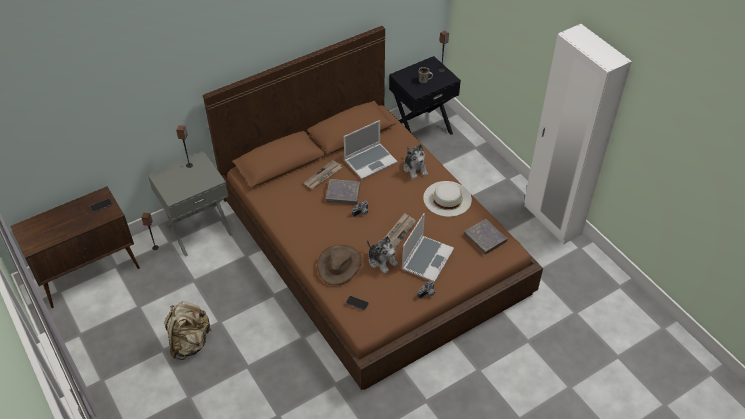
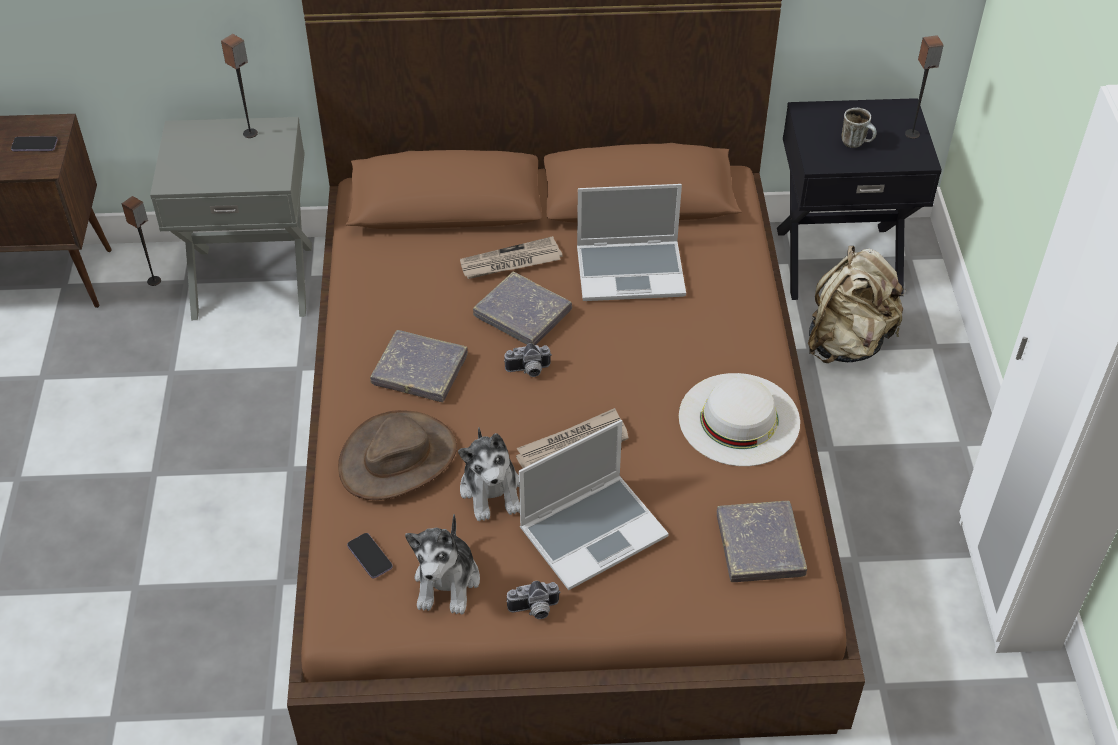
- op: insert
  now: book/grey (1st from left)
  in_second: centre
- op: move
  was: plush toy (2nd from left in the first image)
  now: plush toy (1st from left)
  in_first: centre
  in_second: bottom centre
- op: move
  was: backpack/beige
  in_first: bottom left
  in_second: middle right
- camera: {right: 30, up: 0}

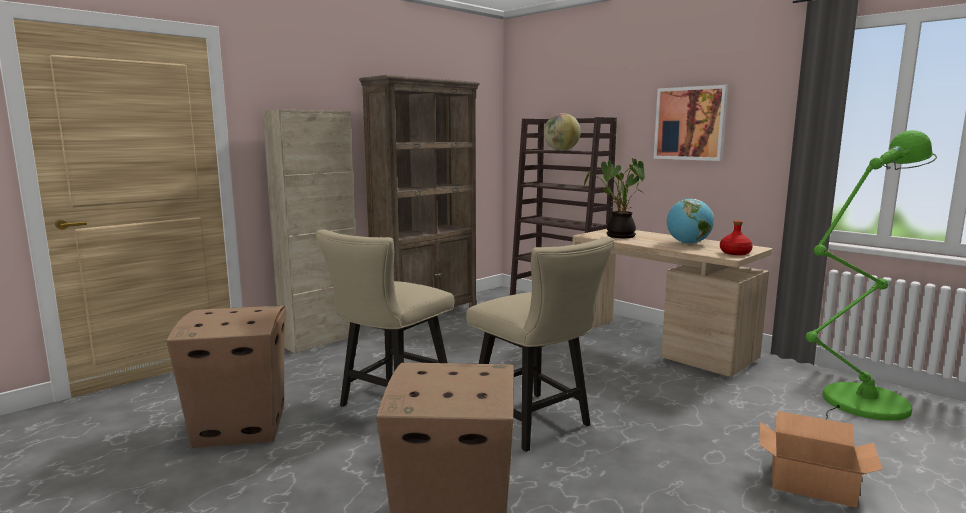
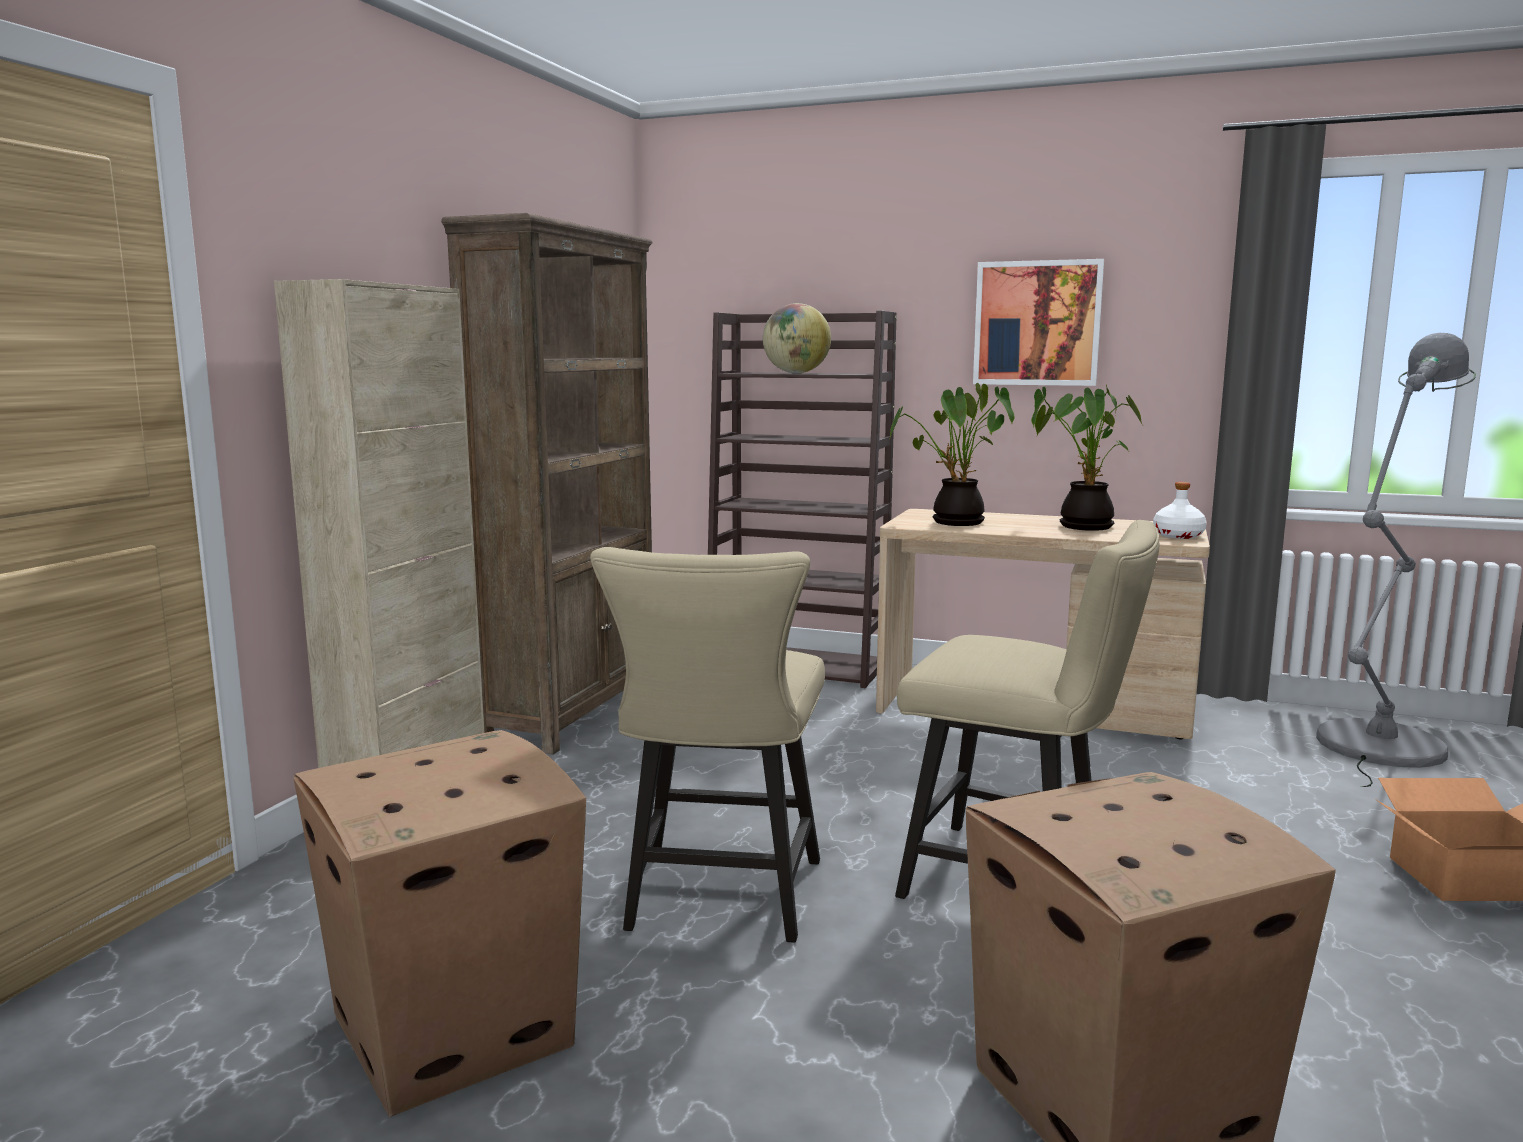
- op: replace
  was: globe (2nd from left)
  now: potted plant (2nd from left)
  in_first: middle right
  in_second: middle right
- op: recolor
  was: bottle/red
  now: bottle/white
  in_first: middle right
  in_second: middle right
- op: recolor
  was: floor lamp/green
  now: floor lamp/grey
  in_first: middle right
  in_second: middle right
- camera: {right: -25, up: 0}

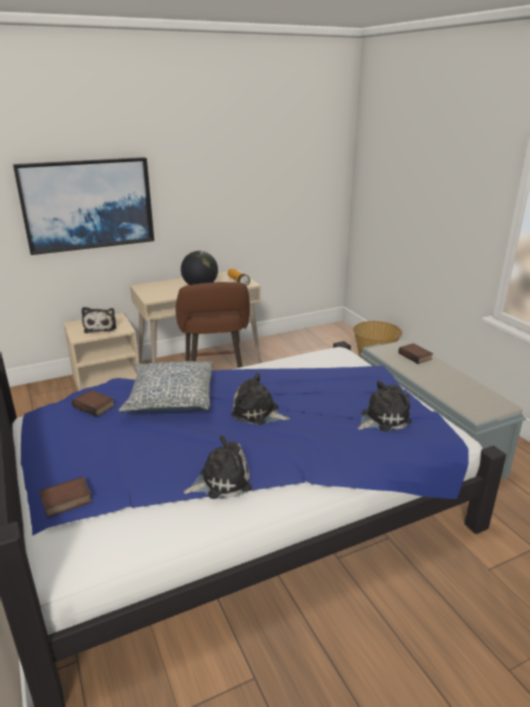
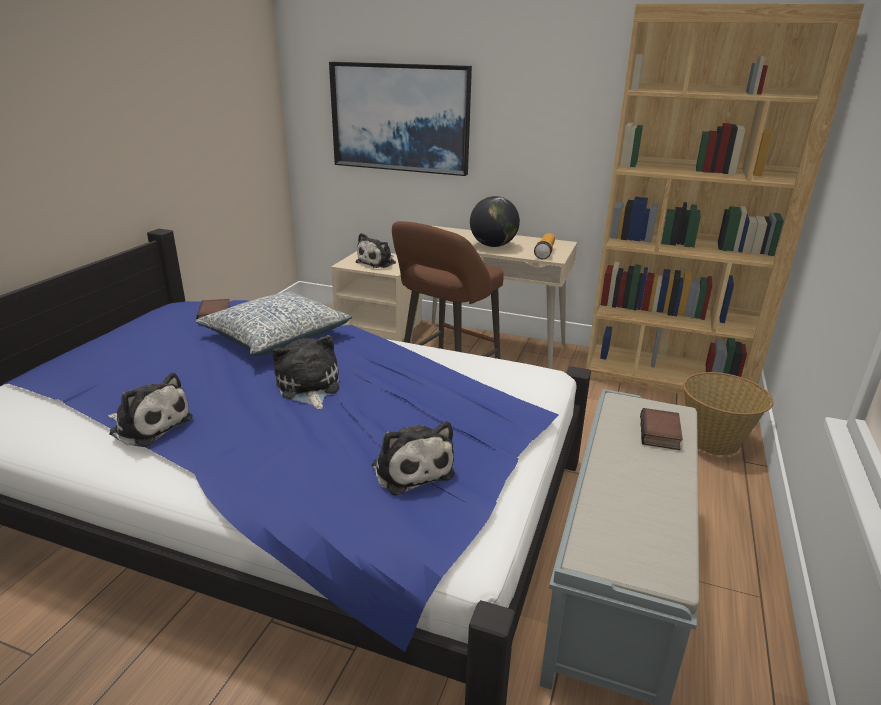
- op: rotate
  was: plush toy (4th from left)
  in_first: middle right
  in_second: centre
  clockwise: 45
- op: insert
  now: bookcase/brown
  in_second: top right
- op: delete
  was: book (1st from left)
  in_first: bottom left
- camera: {right: 45, up: 0}

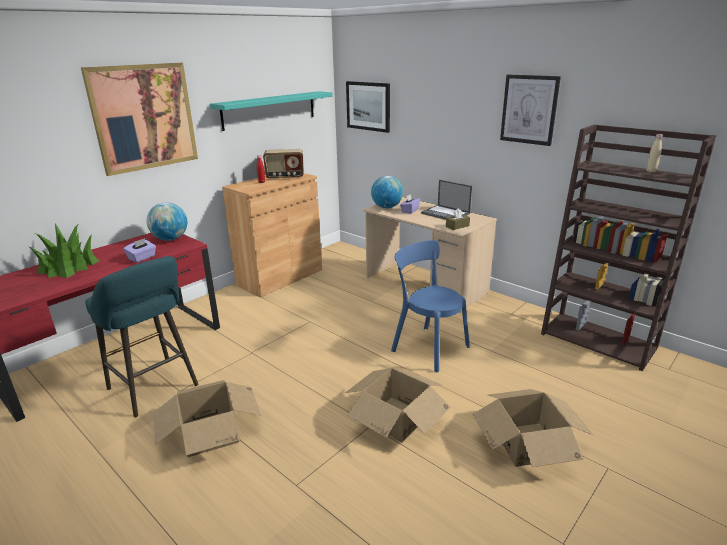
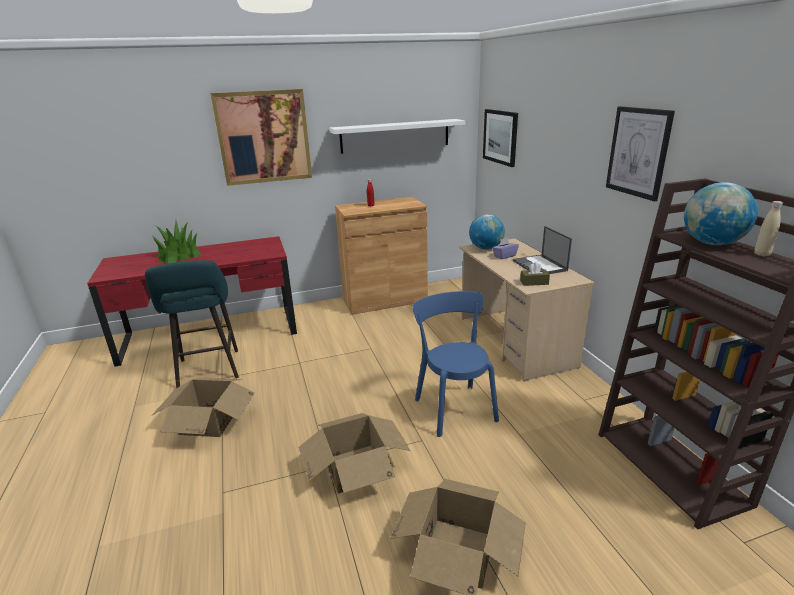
- op: recolor
  was: shelf/turquoise
  now: shelf/white
  in_first: top centre
  in_second: top centre
- op: move
  was: globe (1st from left in the first image)
  now: globe (2nd from left)
  in_first: middle left
  in_second: middle right
- op: delete
  was: tissue box/purple (1st from left)
  in_first: middle left
- op: delete
  was: radio
  in_first: top centre
- camera: {right: 30, up: 0}

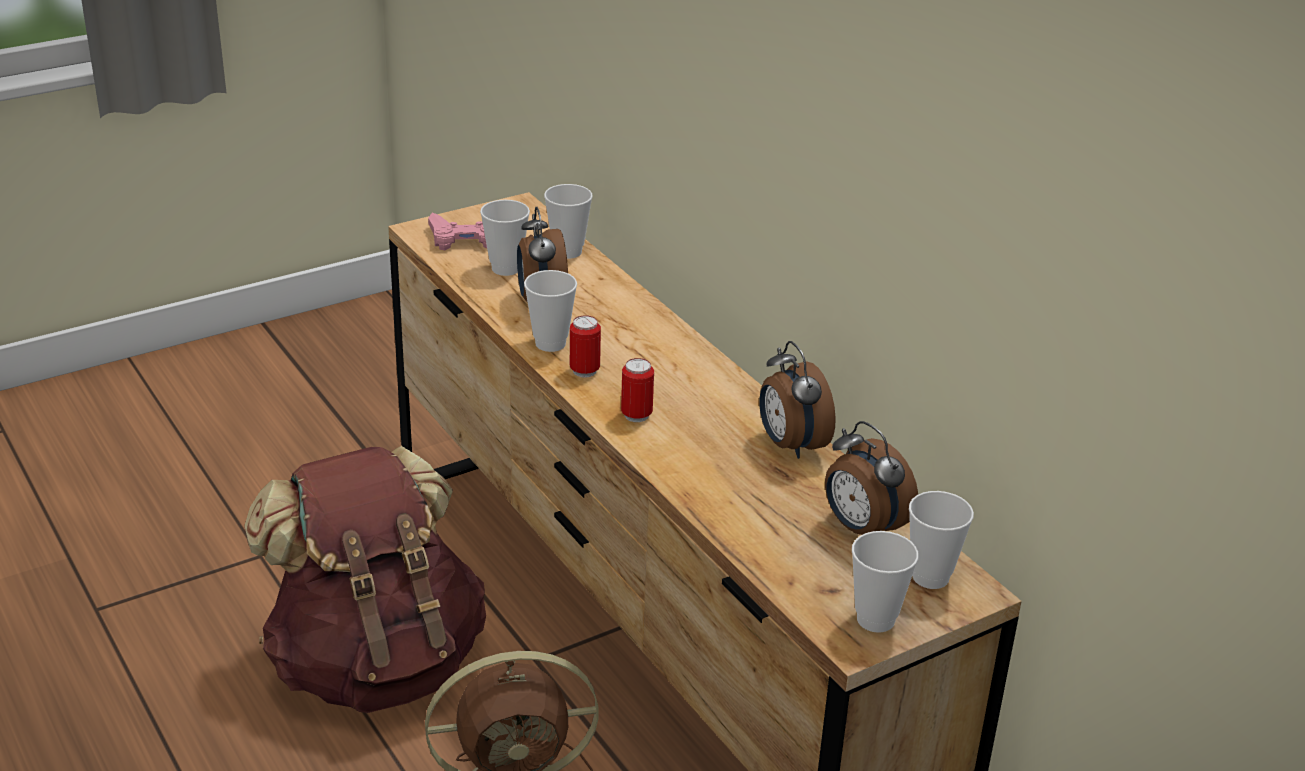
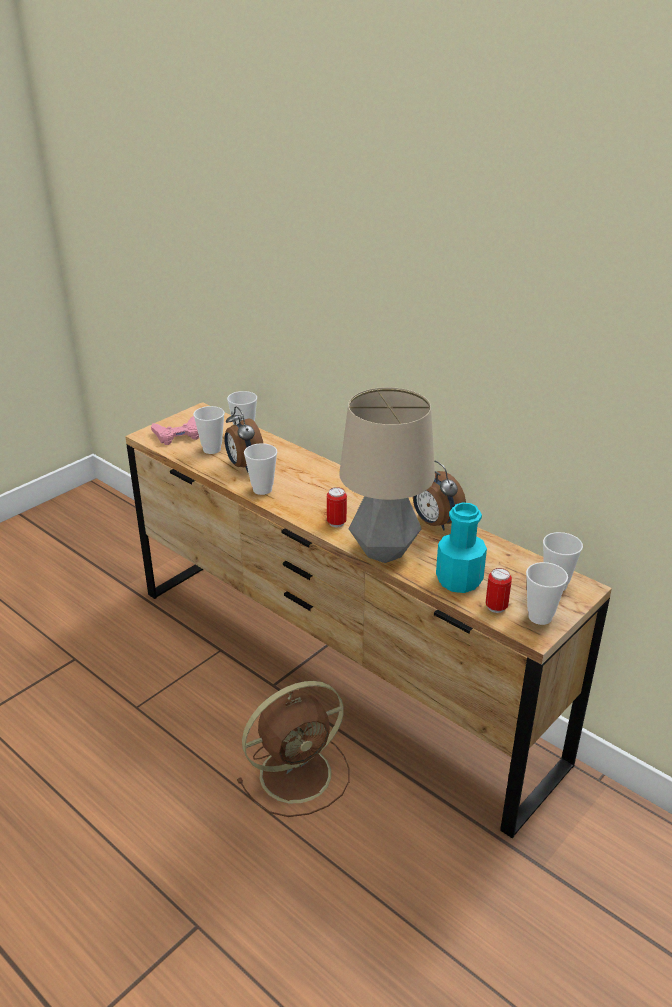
- op: insert
  now: table lamp
  in_second: centre
- op: insert
  now: bottle/turquoise
  in_second: middle right
- op: move
  was: can (1st from left in the first image)
  now: can (2nd from left)
  in_first: centre
  in_second: middle right
- op: delete
  was: backpack/brown
  in_first: bottom left
- op: delete
  was: alarm clock (3rd from left)
  in_first: middle right
- camera: {right: -15, up: 0}

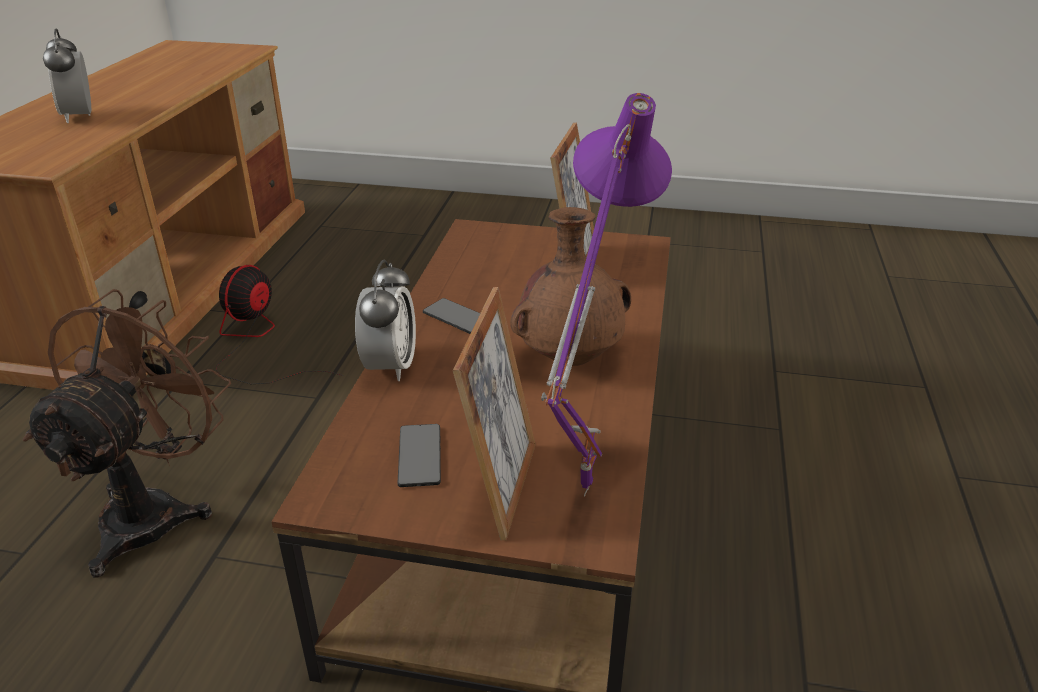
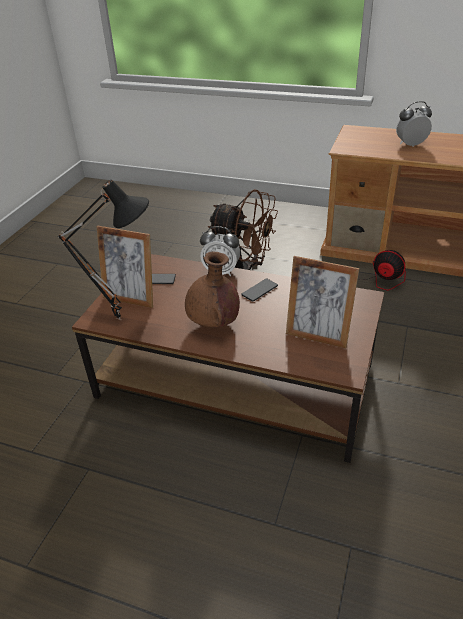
- op: recolor
  was: table lamp/purple
  now: table lamp/black
  in_first: centre
  in_second: middle left
- camera: {right: 100, up: 5}

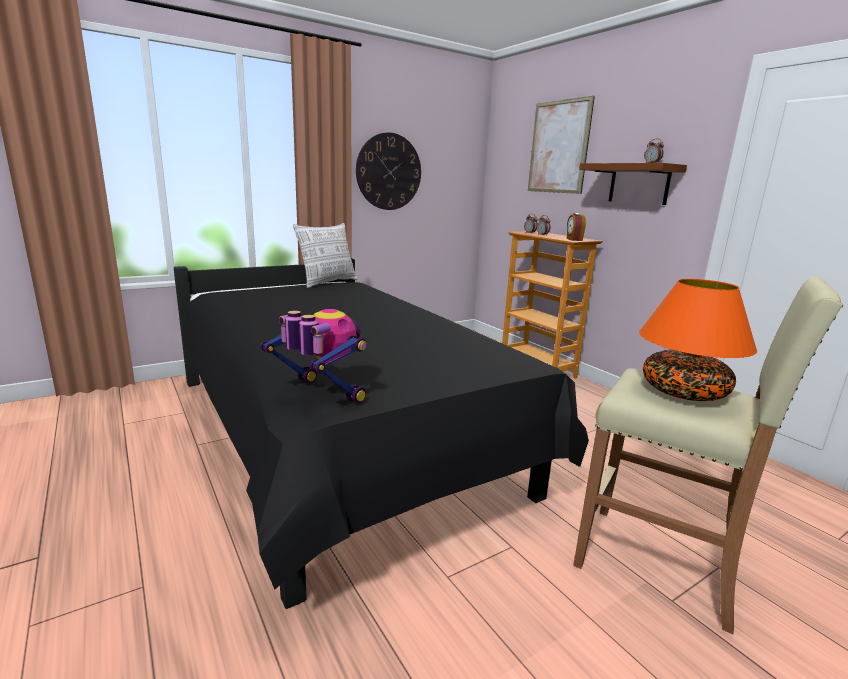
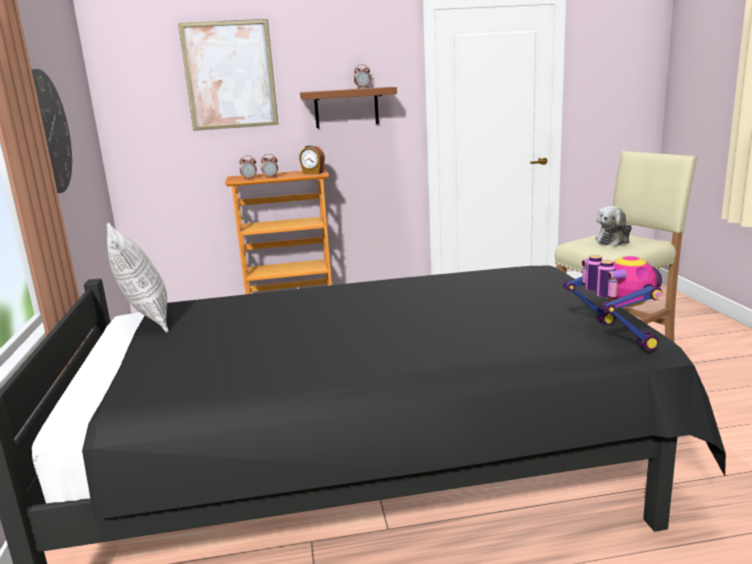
- op: rotate
  was: toy robot
  in_first: centre
  in_second: middle right
  clockwise: 105
- op: replace
  was: table lamp/orange
  now: plush toy
  in_first: middle right
  in_second: middle right
- camera: {right: -65, up: 0}

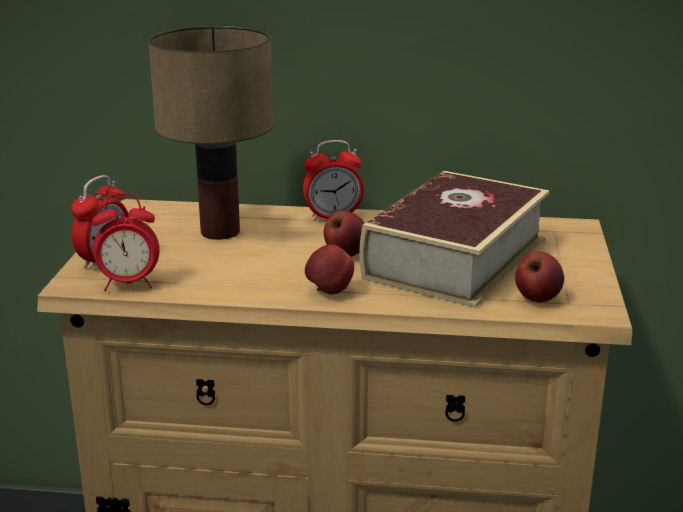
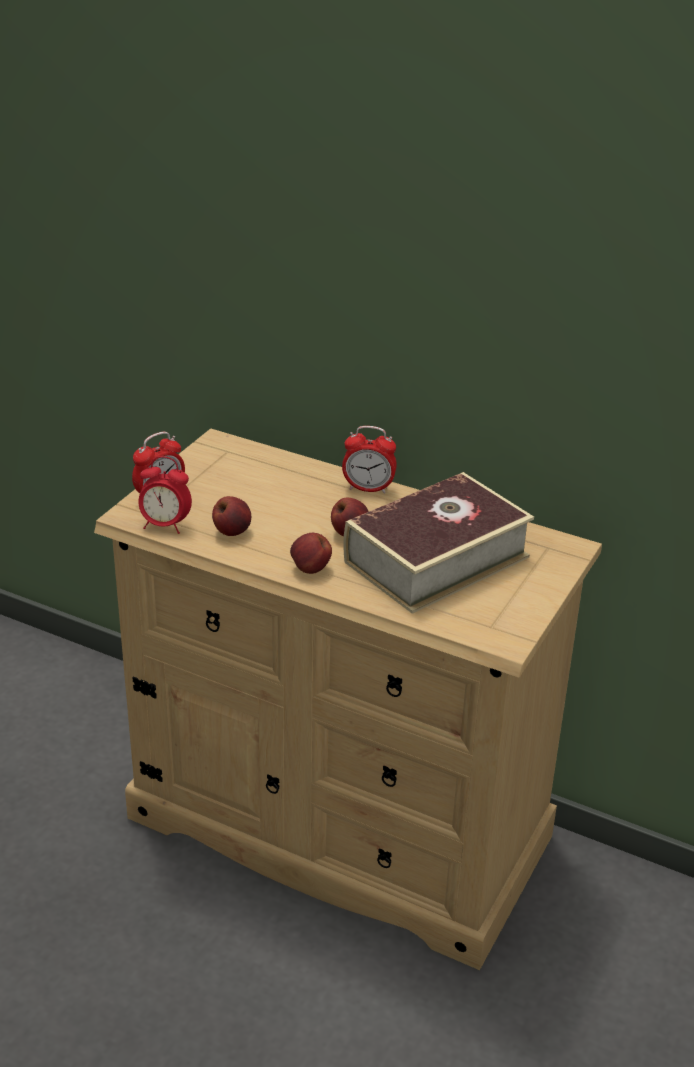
- op: move
  was: apple (3rd from left in the first image)
  now: apple (1st from left)
  in_first: middle right
  in_second: middle left
- op: delete
  was: table lamp
  in_first: top left
- camera: {right: 20, up: 10}

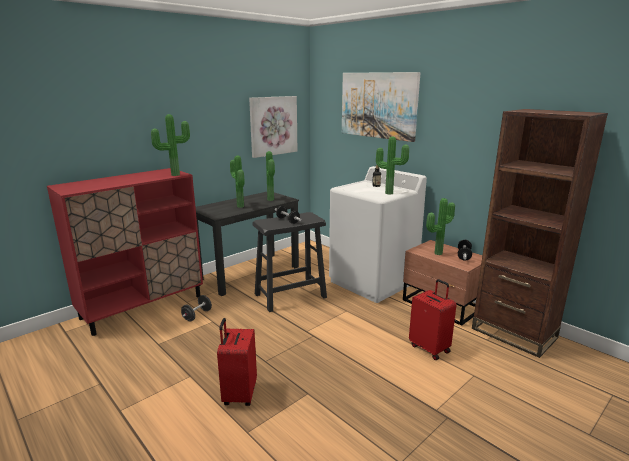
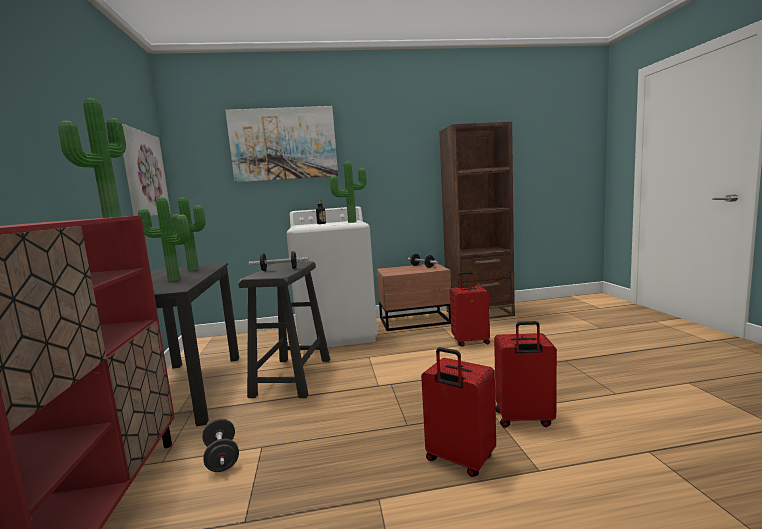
- op: insert
  now: suitcase/red (3rd from left)
  in_second: bottom right
- op: delete
  was: potted plant (5th from left)
  in_first: middle right
- camera: {right: -55, up: -10}

